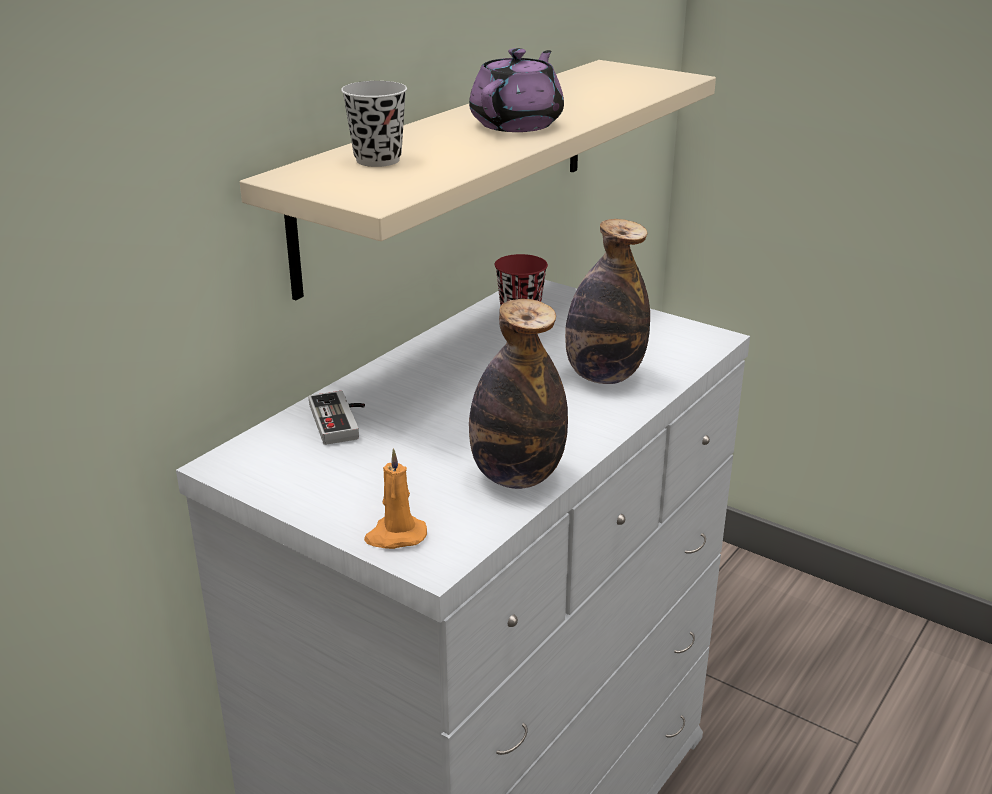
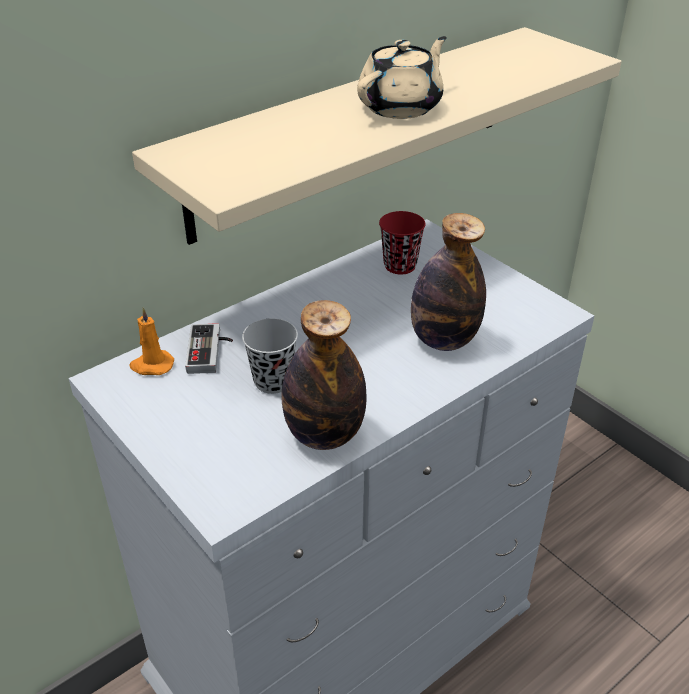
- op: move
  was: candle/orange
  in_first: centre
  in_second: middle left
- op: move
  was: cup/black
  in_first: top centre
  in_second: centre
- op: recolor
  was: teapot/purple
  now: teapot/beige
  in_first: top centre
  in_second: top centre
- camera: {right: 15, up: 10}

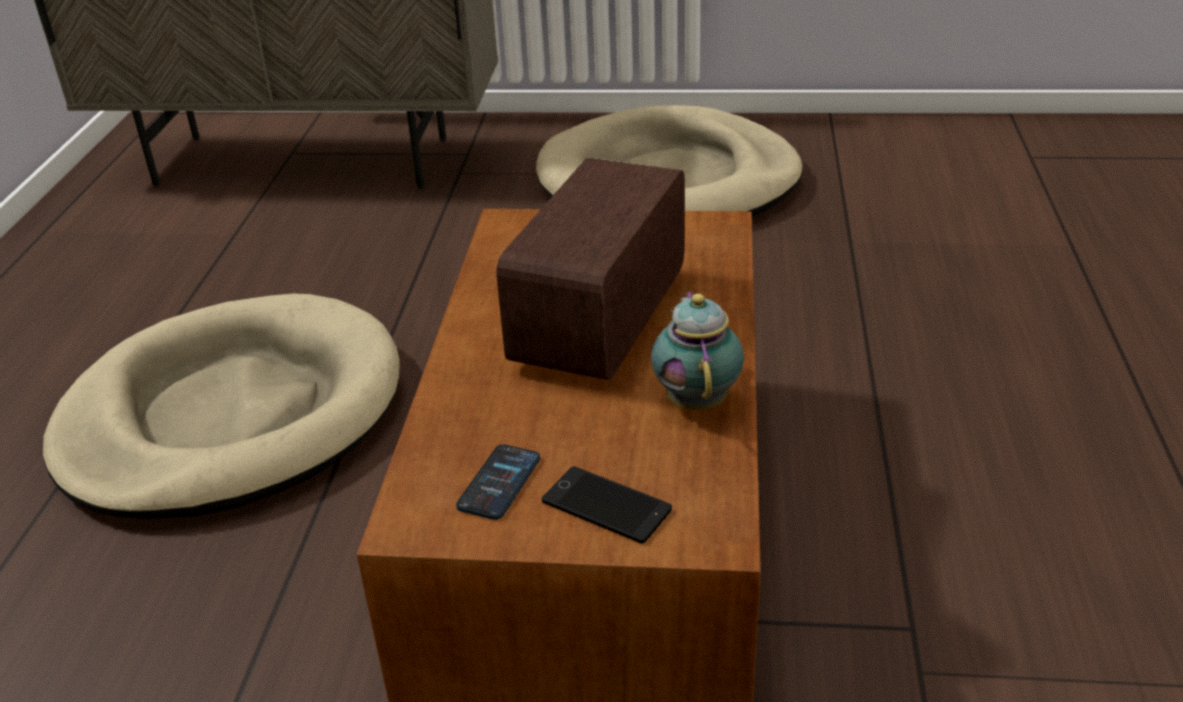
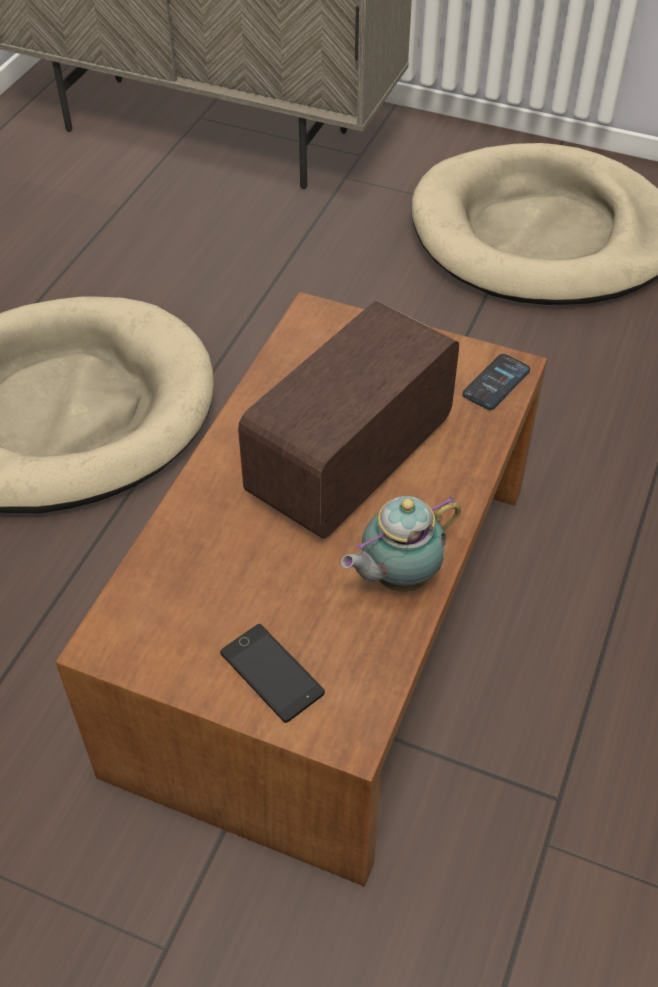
- op: rotate
  was: teapot
  in_first: centre
  in_second: centre
  clockwise: -135
- op: move
  was: phone (1st from left in the first image)
  now: phone (2nd from left)
  in_first: bottom centre
  in_second: middle right
- camera: {right: 15, up: 15}

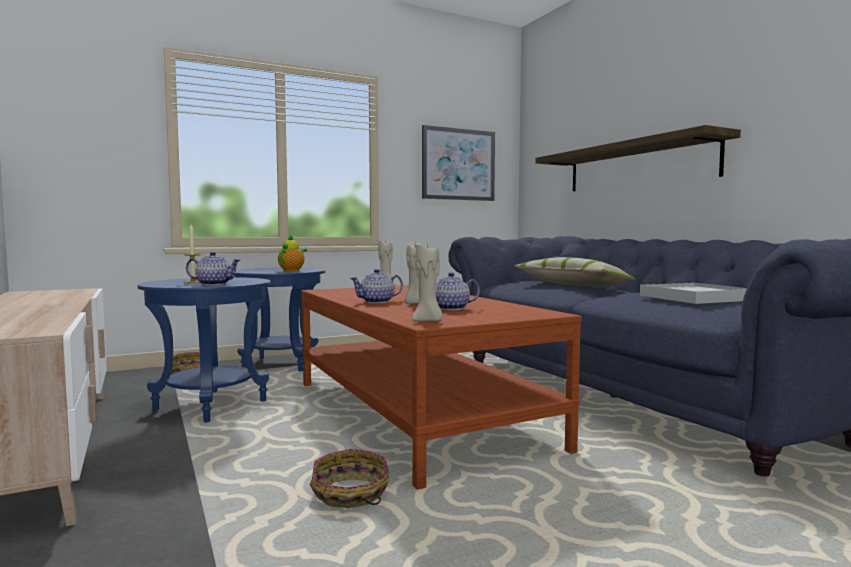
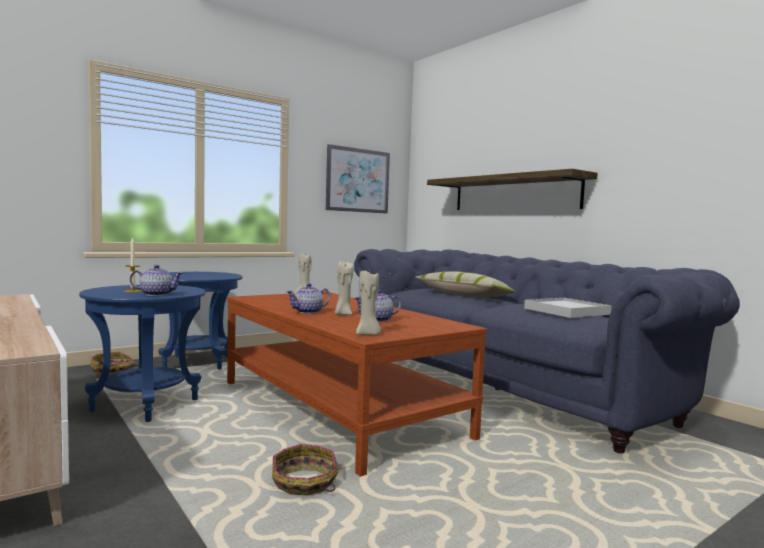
- op: delete
  was: teapot (2nd from left)
  in_first: centre
- camera: {right: -10, up: 0}

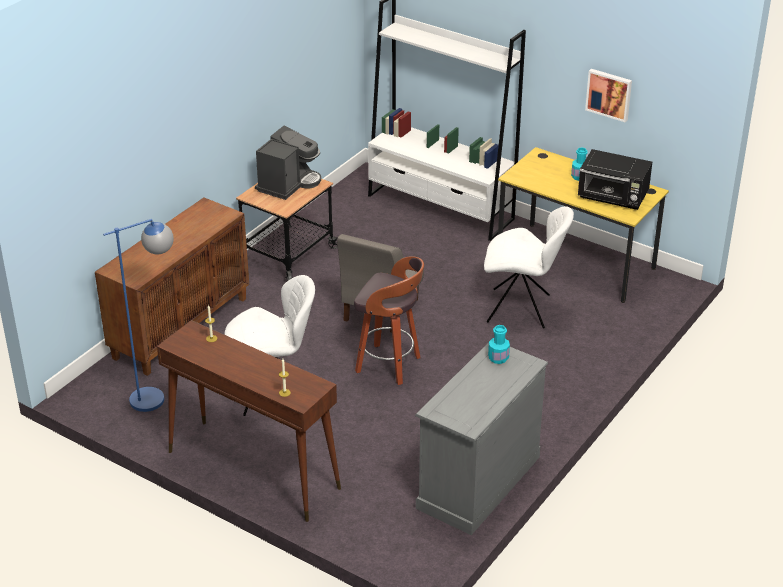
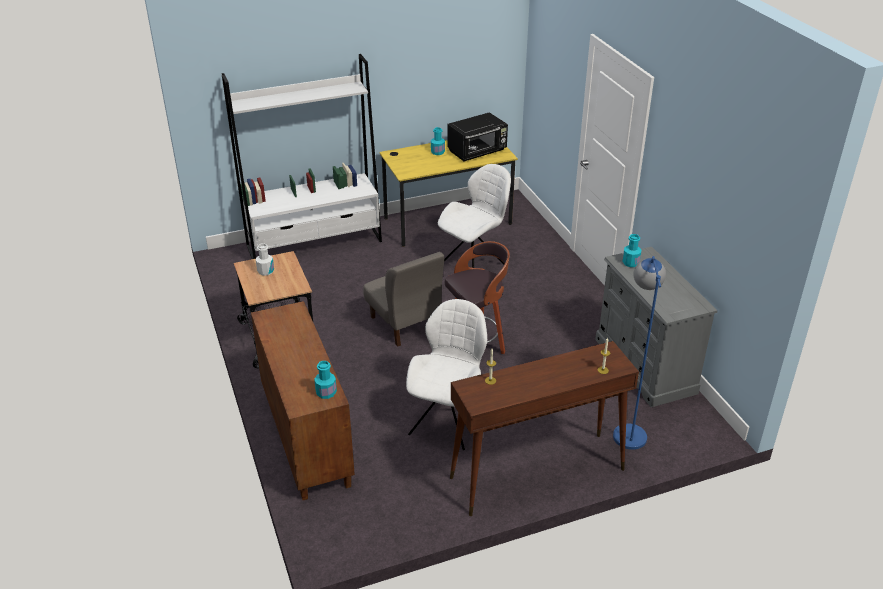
- op: replace
  was: coffee machine
  now: bottle/white
  in_first: top centre
  in_second: middle left
- op: insert
  now: bottle/turquoise (1st from left)
  in_second: centre
- op: move
  was: floor lamp/blue
  in_first: middle left
  in_second: middle right
- op: delete
  was: picture
  in_first: top right
- camera: {right: -55, up: 0}

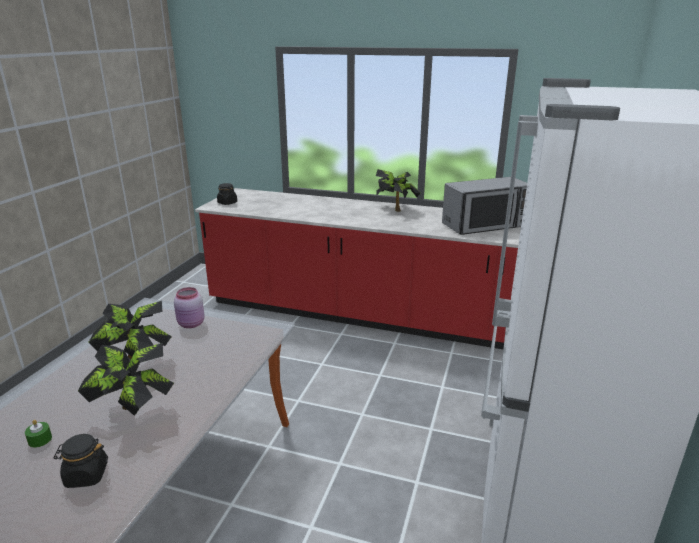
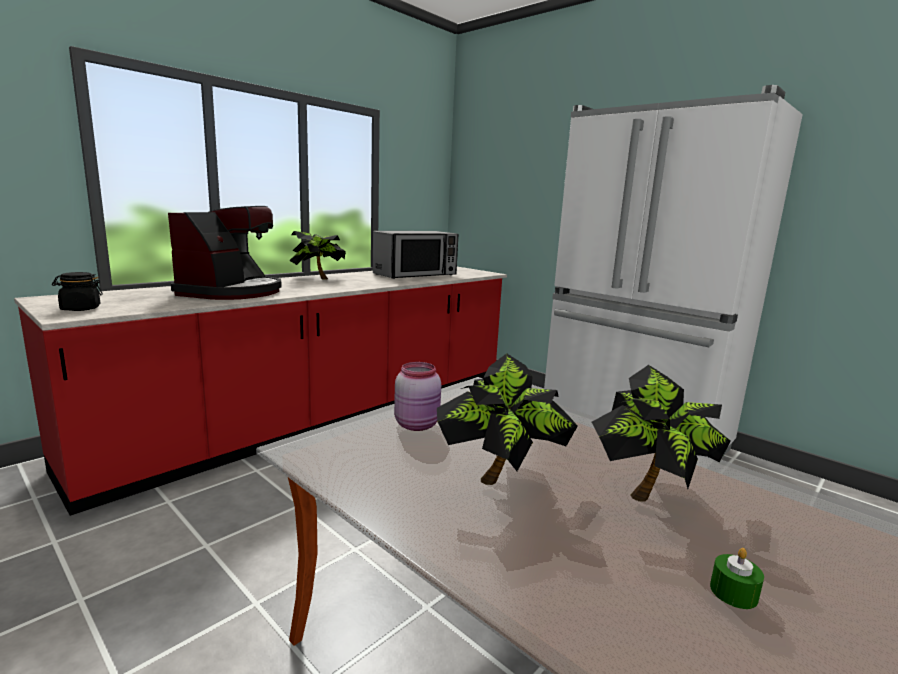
- op: insert
  now: coffee machine
  in_second: middle left
- op: rotate
  was: microwave
  in_first: middle right
  in_second: centre
  clockwise: 45
- op: delete
  was: jar/black (1st from left)
  in_first: bottom left
- camera: {right: -65, up: -10}

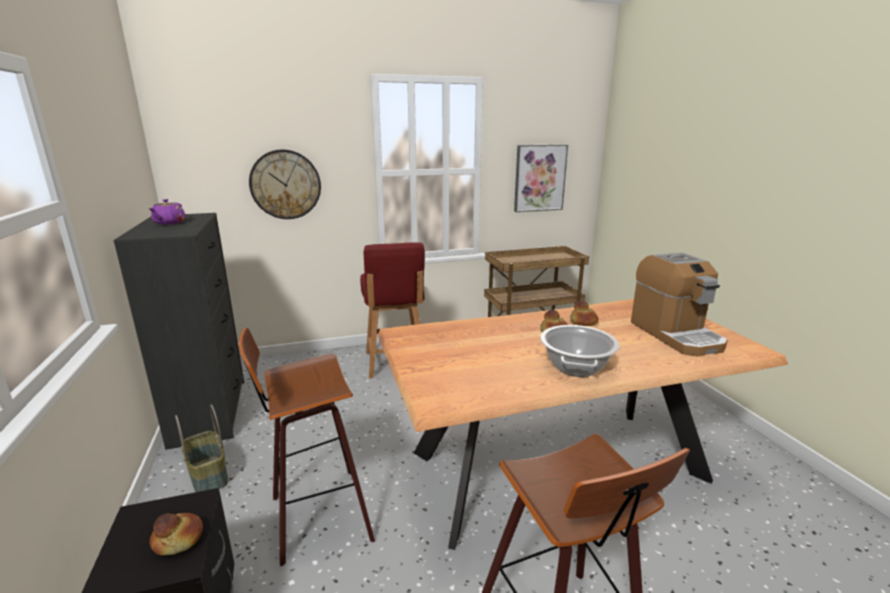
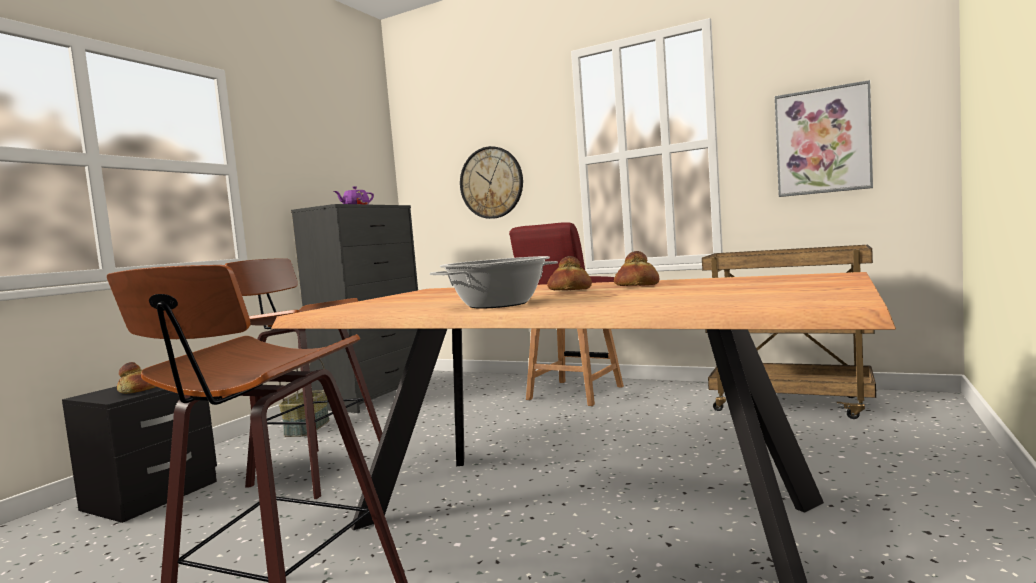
- op: delete
  was: coffee machine
  in_first: middle right
- camera: {right: 45, up: -15}

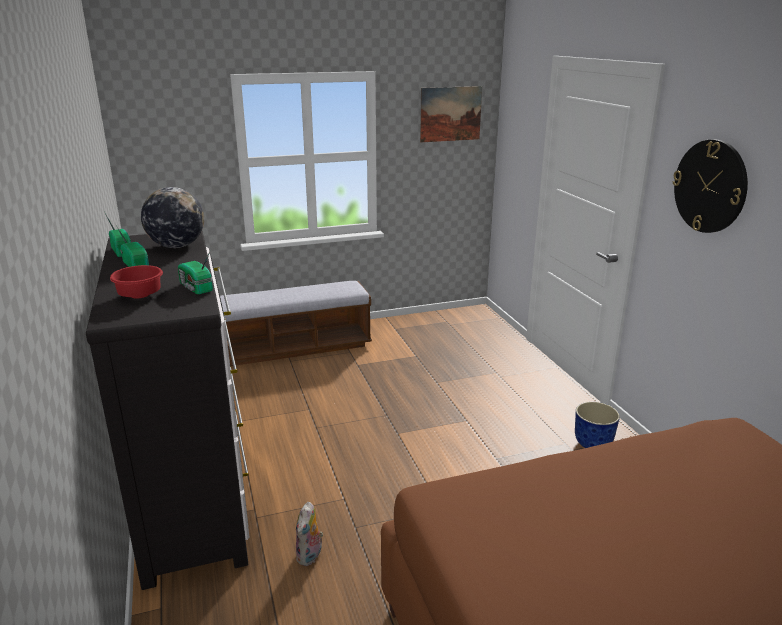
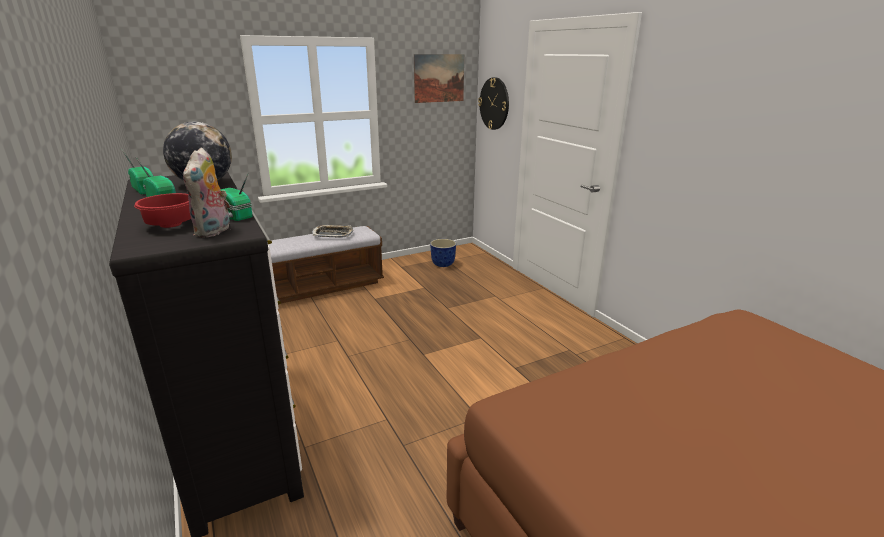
- op: move
  was: plush toy
  in_first: bottom centre
  in_second: middle left
- op: insert
  now: tray
  in_second: centre
- op: move
  was: planter
  in_first: bottom right
  in_second: centre
- op: move
  was: wall clock
  in_first: top right
  in_second: top centre
- camera: {right: -10, up: 0}

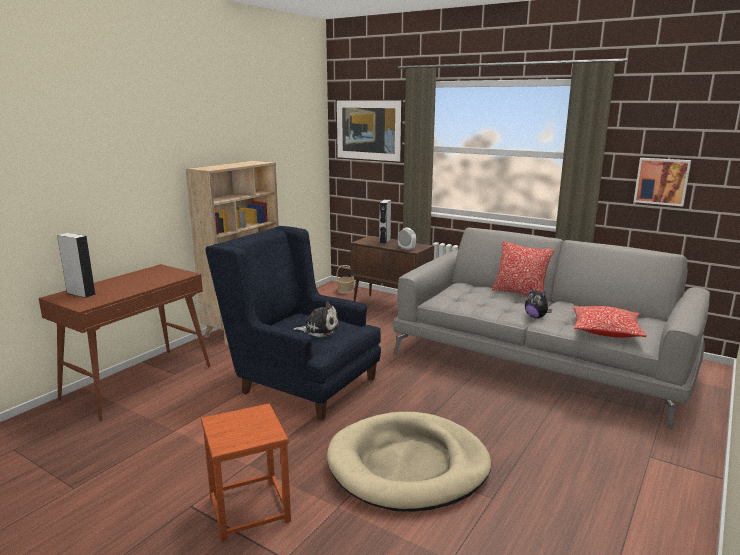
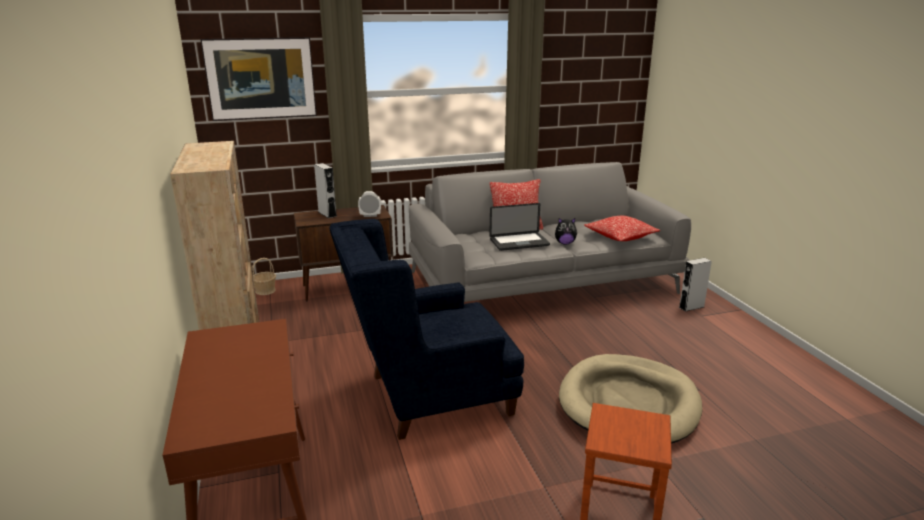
- op: insert
  now: laptop
  in_second: centre
- op: move
  was: speaker/grey (1st from left in the first image)
  now: speaker/grey (2nd from left)
  in_first: middle left
  in_second: middle right
- op: delete
  was: plush toy (1st from left)
  in_first: centre
- op: delete
  was: picture (2nd from left)
  in_first: top right
- camera: {right: -50, up: 5}

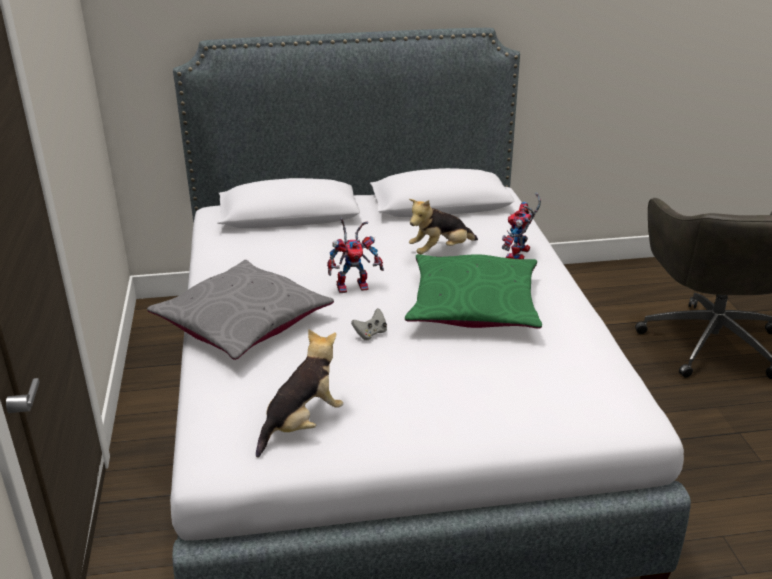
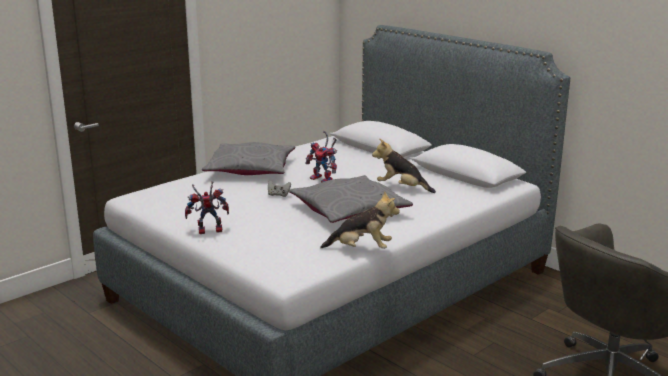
- op: move
  was: toy robot (2nd from left in the first image)
  now: toy robot (1st from left)
  in_first: middle right
  in_second: middle left
- op: recolor
  was: pillow/green
  now: pillow/grey (2nd from left)
  in_first: centre
  in_second: centre
- op: move
  was: plush toy (1st from left)
  in_first: bottom centre
  in_second: centre
- camera: {right: 55, up: -10}

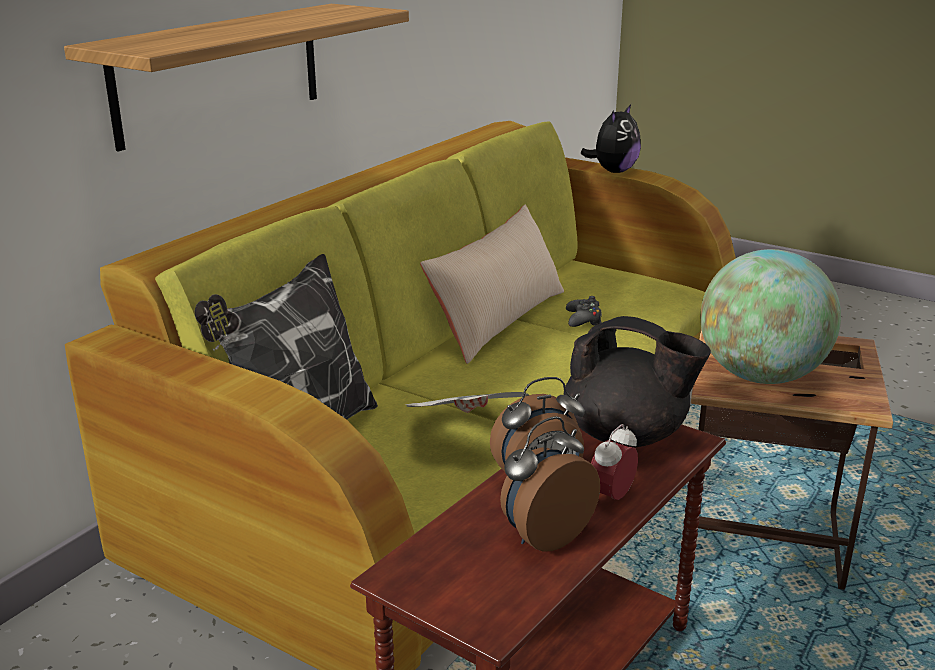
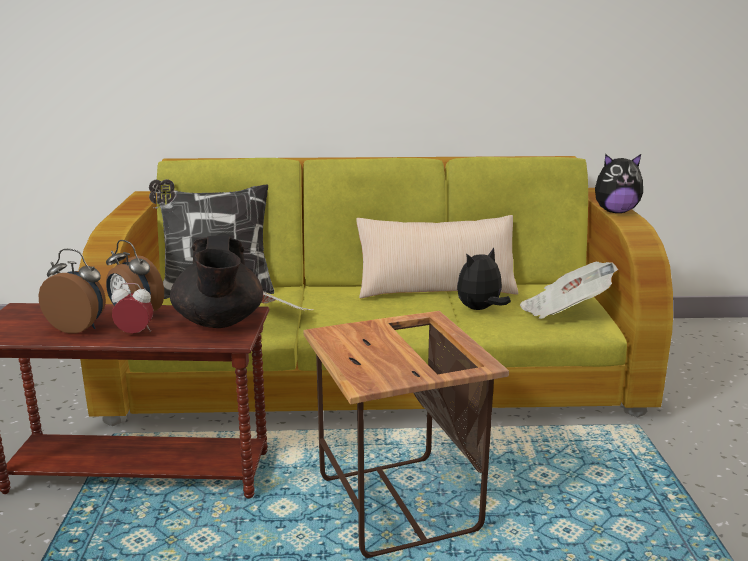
- op: replace
  was: game controller/black
  now: plush toy (1st from left)
  in_first: centre
  in_second: centre
- op: insert
  now: newspaper (2nd from left)
  in_second: middle right
- op: delete
  was: shelf
  in_first: top left
- op: delete
  was: globe
  in_first: middle right
- camera: {right: 55, up: -5}

